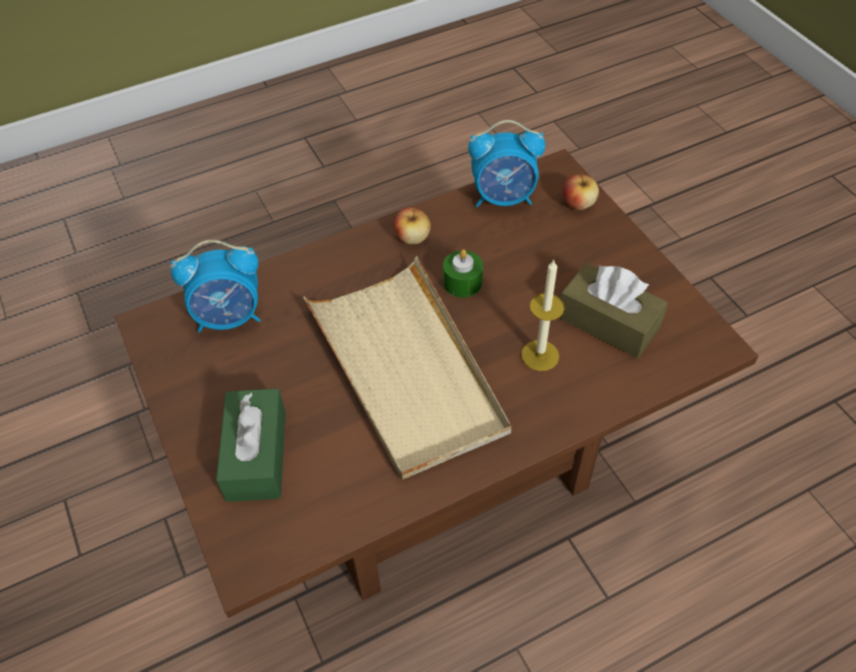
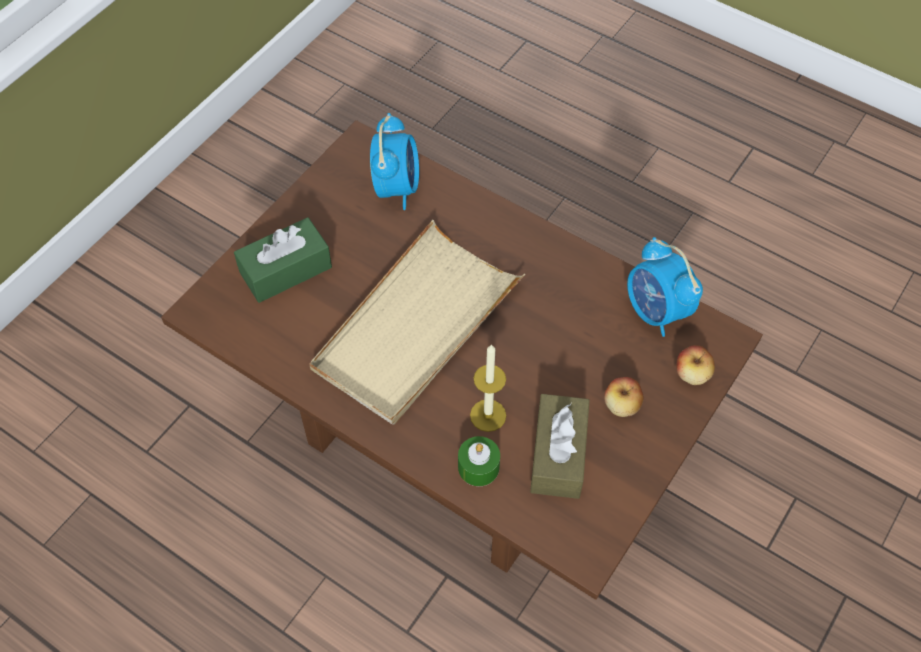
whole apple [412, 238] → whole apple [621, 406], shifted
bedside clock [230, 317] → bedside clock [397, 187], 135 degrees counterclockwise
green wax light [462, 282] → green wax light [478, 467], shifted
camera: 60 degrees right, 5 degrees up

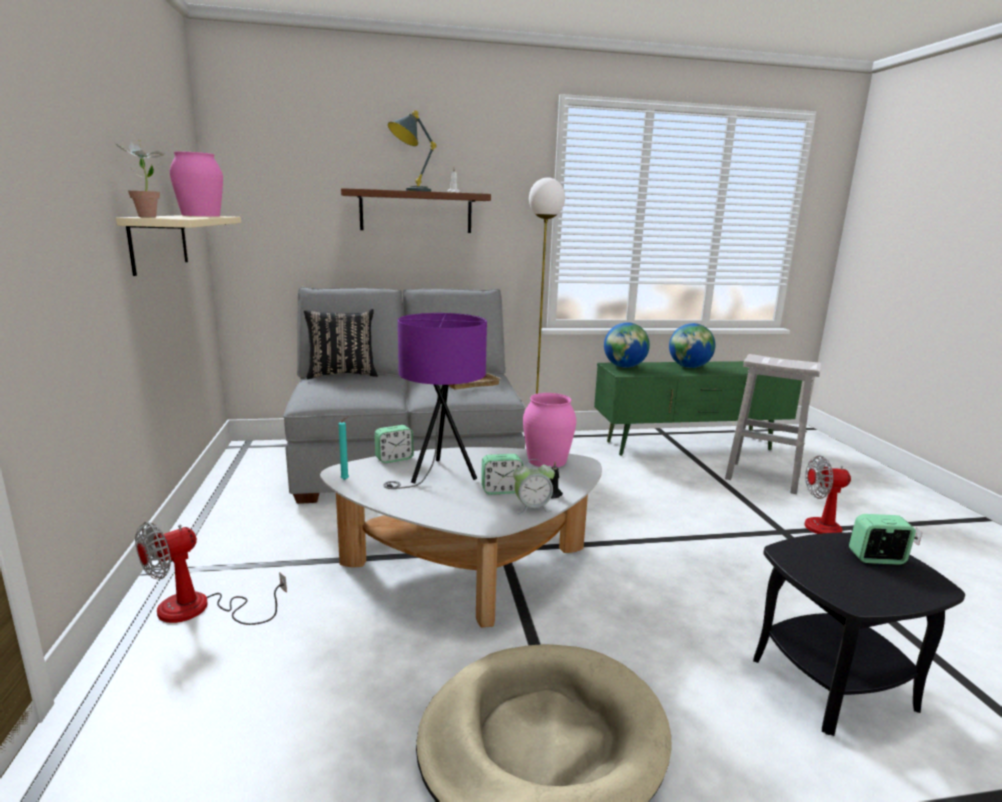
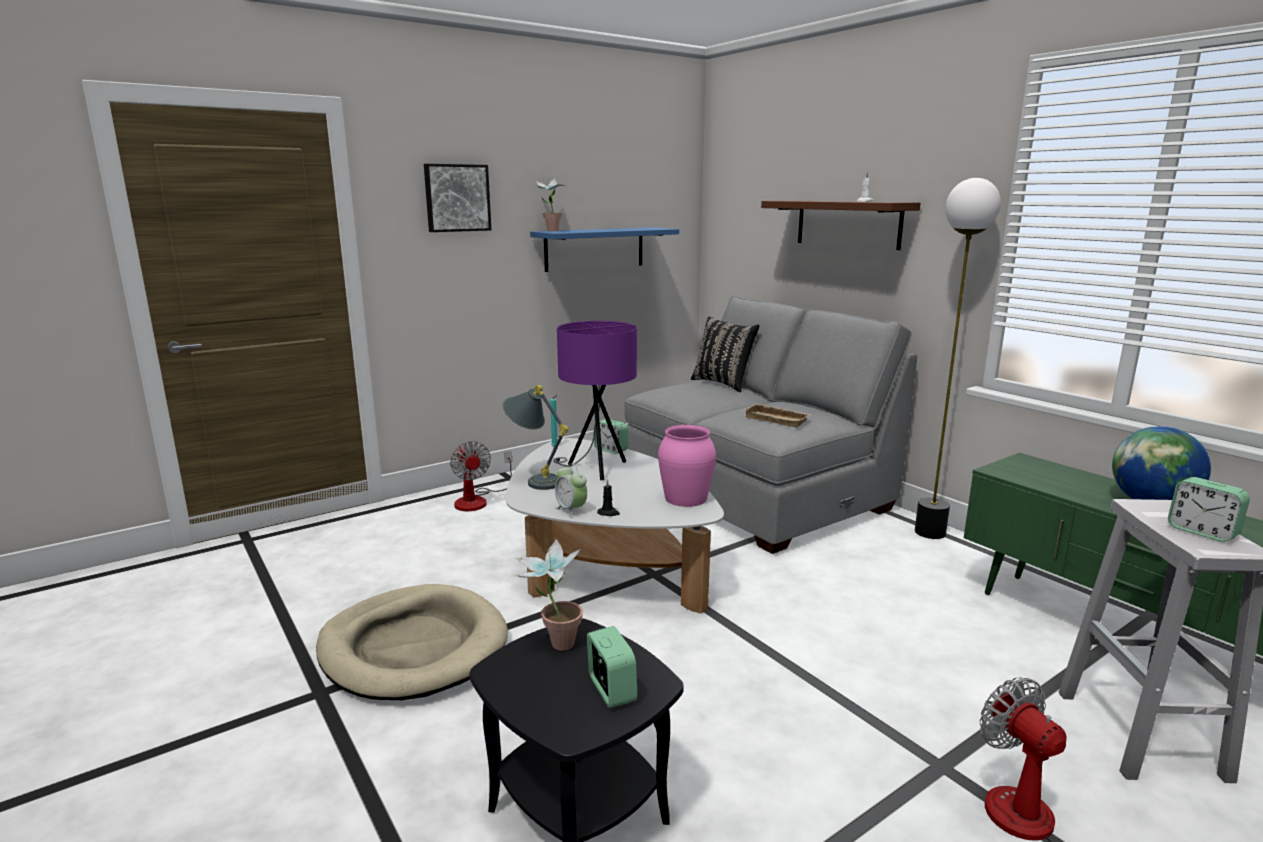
grey tabletop lamp [409, 190] → grey tabletop lamp [534, 480], shifted
pink-coloured decorative vase [200, 215] → -
sand-coloured bracket shelf [159, 242] → blue-coloured bracket shelf [594, 249]
desk globe [624, 367] → -
bedside clock [501, 490] → bedside clock [1202, 531], shifted
fan [199, 610] → fan [478, 500], 135 degrees counterclockwise
- → wall picture [457, 198]
- → potted plant [553, 643]
camera: 65 degrees right, 0 degrees up

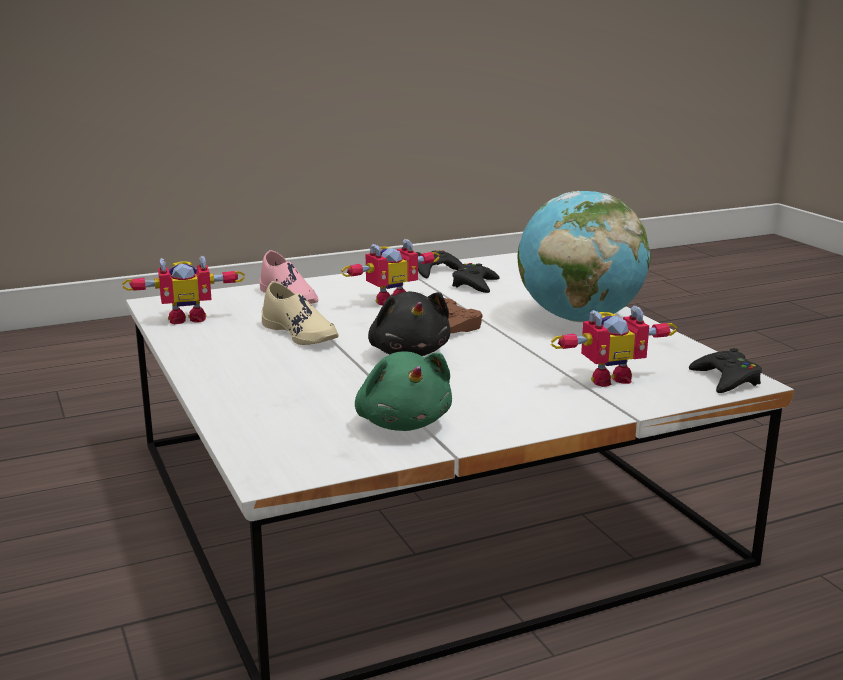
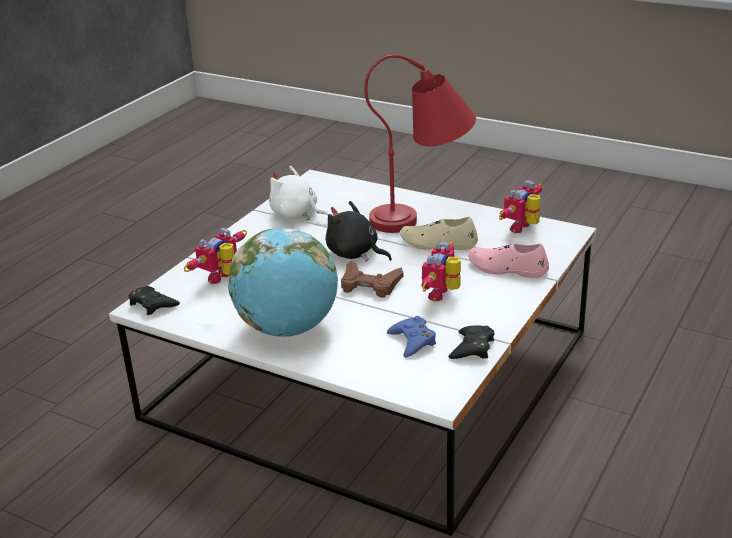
black game controller [475, 284] → blue-coloured game controller [412, 341]
green cuddly toy [403, 422] → whitish cuddly toy [296, 214]
- → red tabletop lamp [424, 216]
camera: 145 degrees right, 10 degrees up

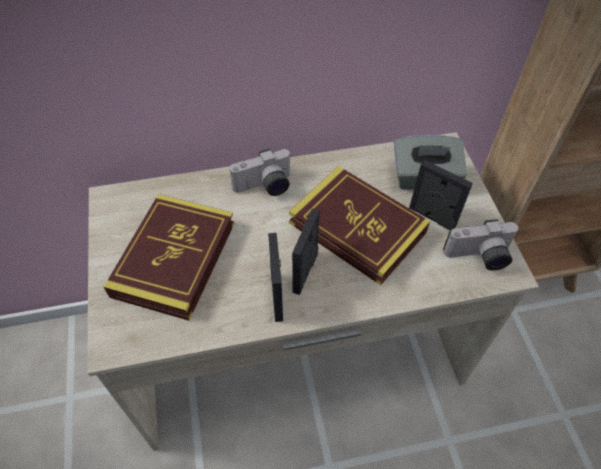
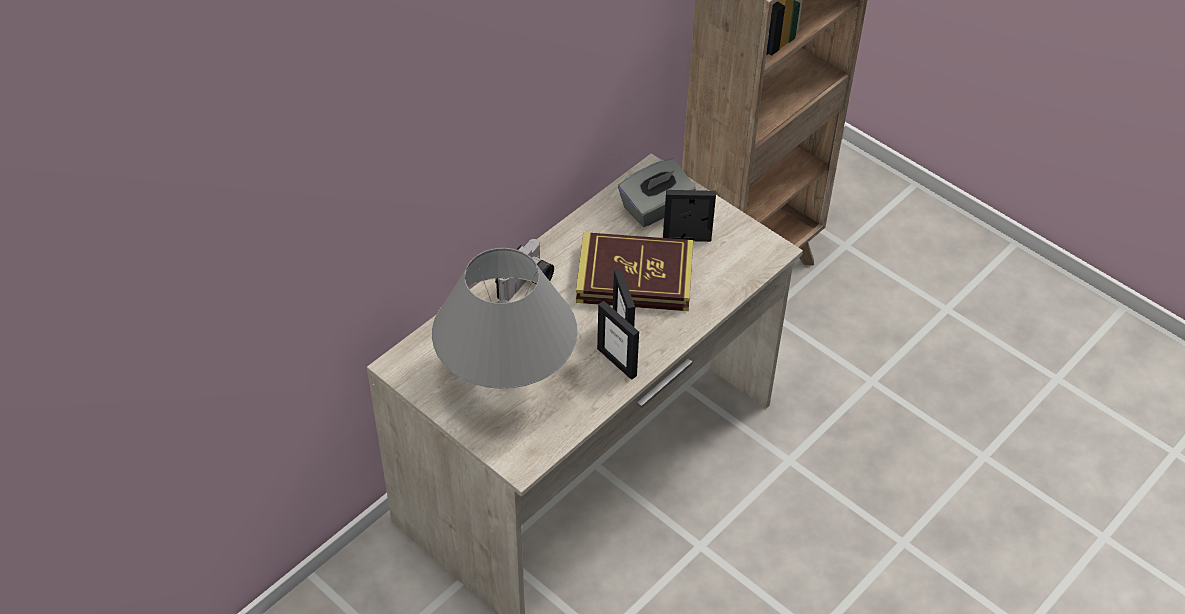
book [174, 259] → grey tabletop lamp [507, 380]
photo camera [479, 257] → -
camera: 35 degrees left, 5 degrees down

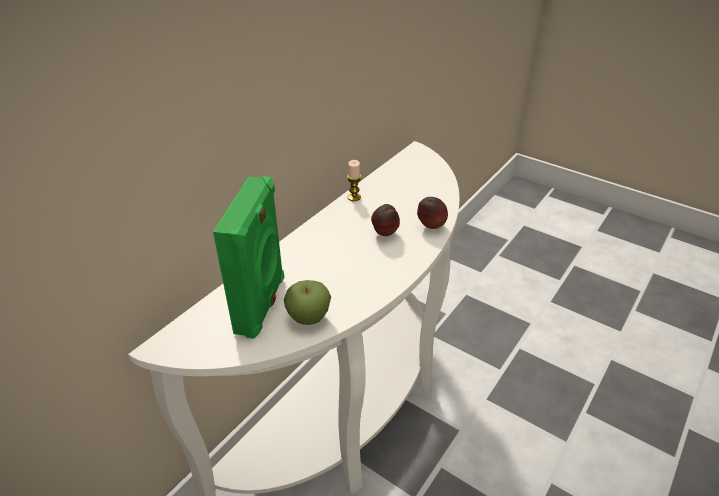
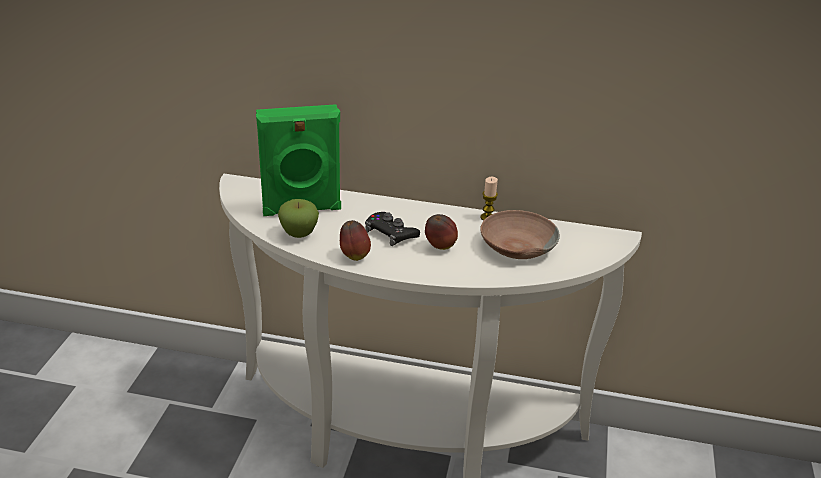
whole apple [431, 227] → whole apple [354, 256], shifted
- → brownish bowl [516, 246]
- → black game controller [391, 233]
camera: 65 degrees right, 5 degrees down

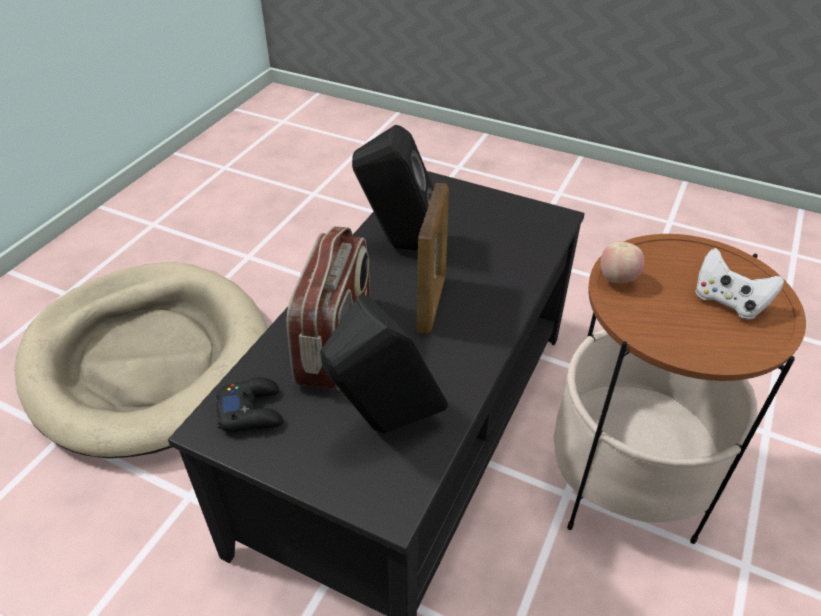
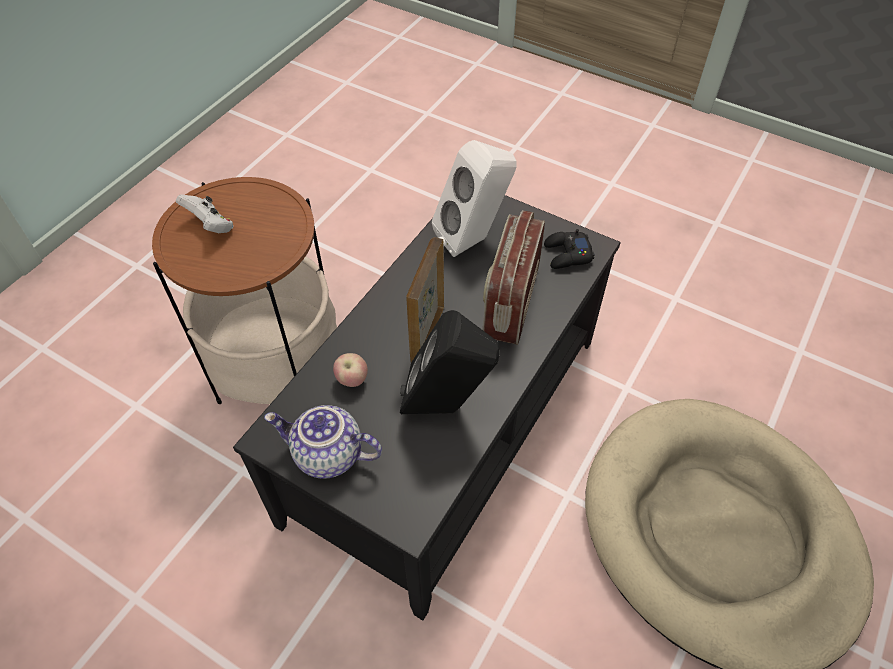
whole apple [617, 279] → whole apple [352, 380], shifted
black audio speaker [384, 426] → whitish audio speaker [474, 239]
- → teapot [327, 456]
camera: 175 degrees left, 10 degrees up

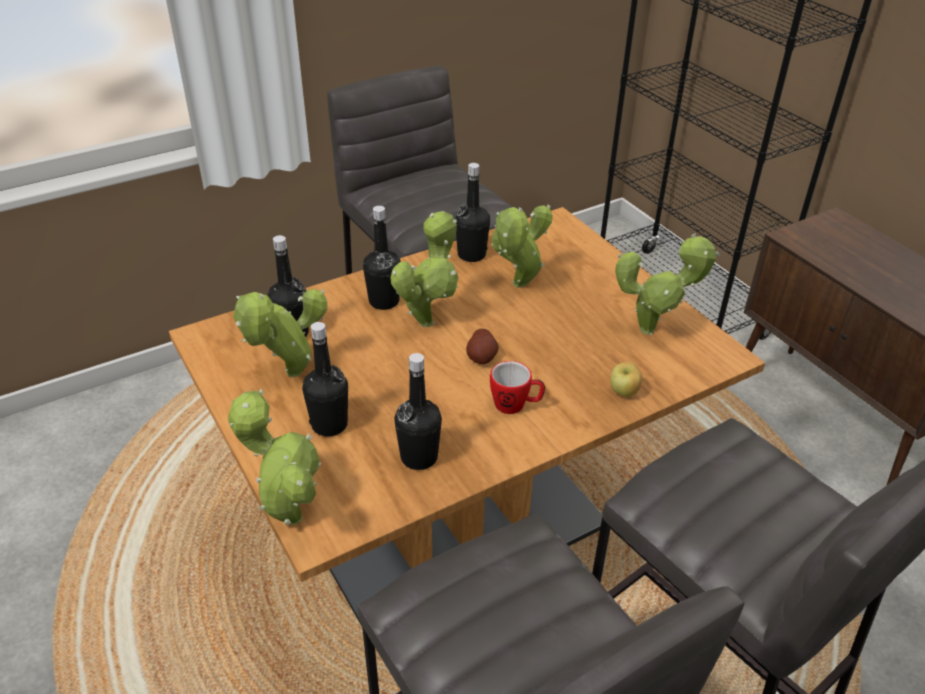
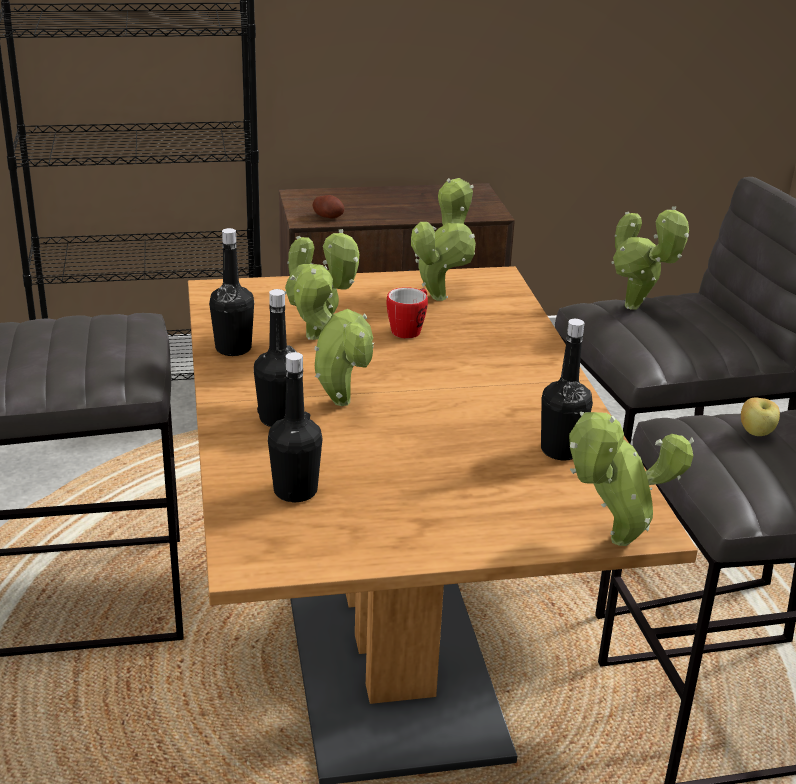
potted plant [289, 376] → potted plant [636, 308], shifted
black bottle [329, 425] → -
spud [482, 357] → spud [328, 217], shifted
tea mug [515, 405] → tea mug [409, 329], shifted
whole apple [624, 392] → whole apple [756, 433], shifted
camera: 70 degrees left, 10 degrees down

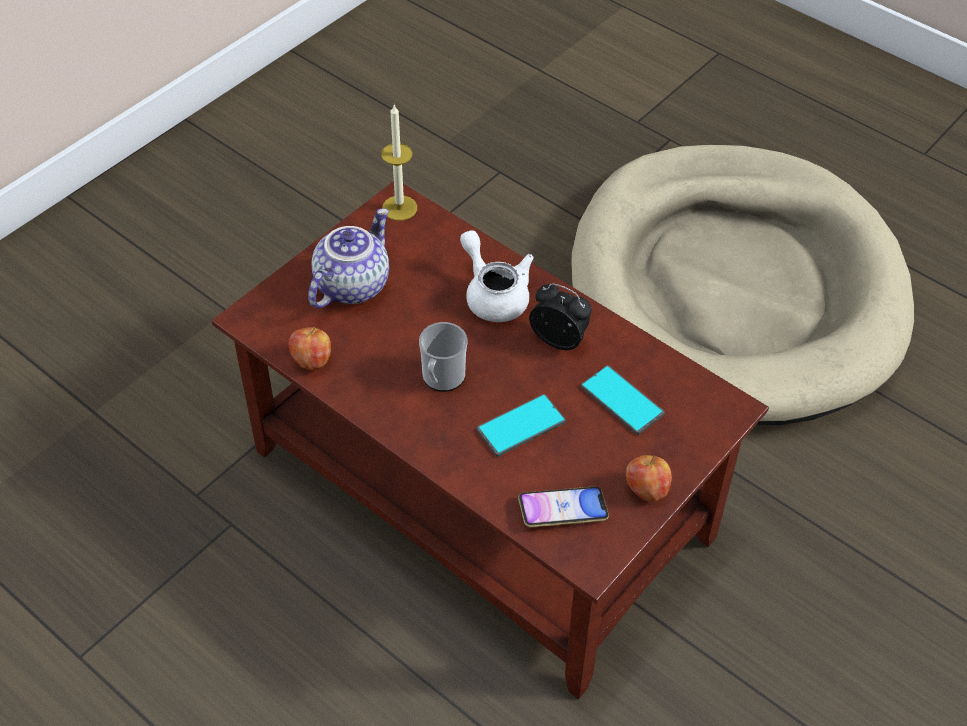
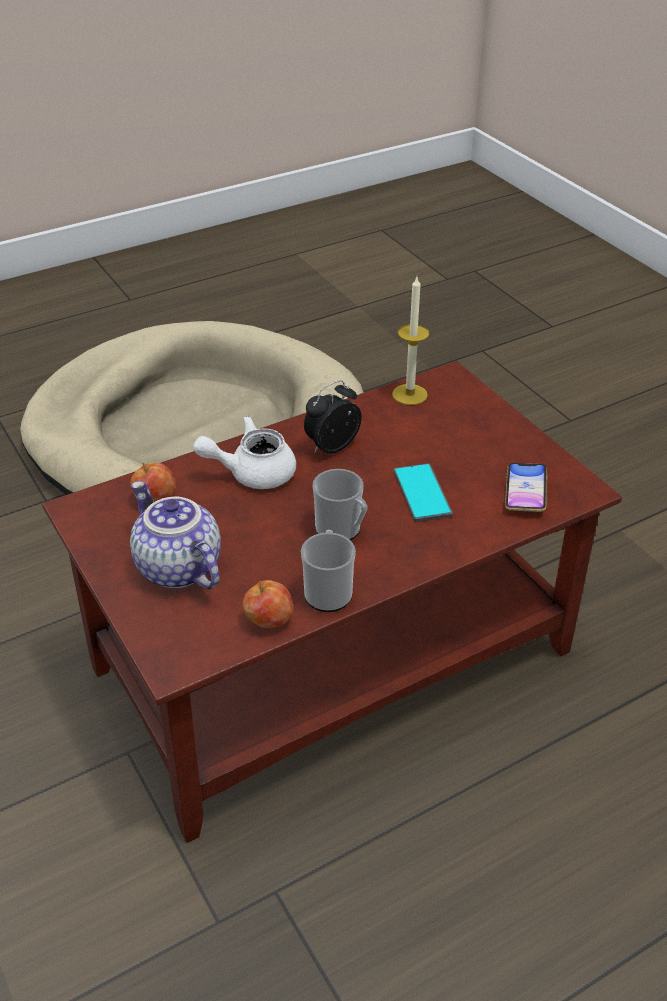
wax light [399, 208] → wax light [409, 394], shifted
phone [622, 400] → -
whole apple [646, 490] → whole apple [155, 500], shifted
- → tea mug [328, 590]
camera: 70 degrees left, 10 degrees down

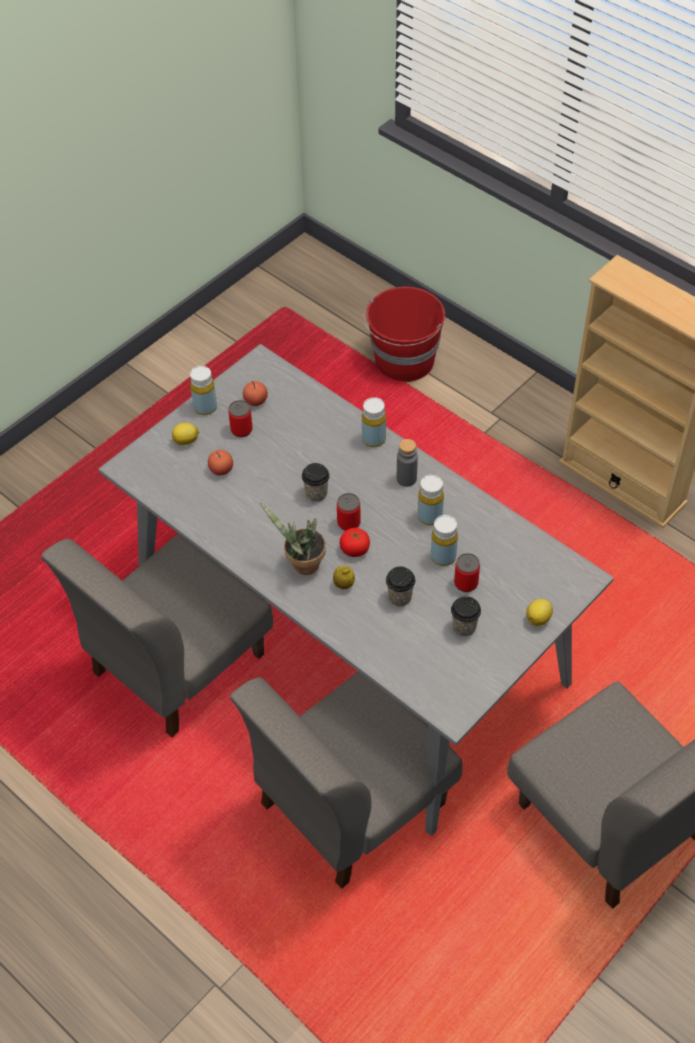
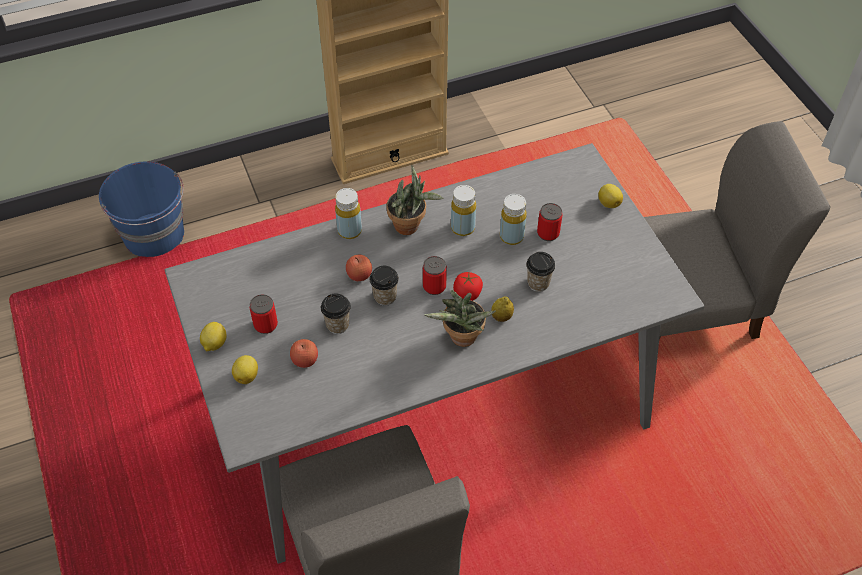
red bucket [404, 361] → blue-coloured bucket [155, 235]
yellow bottle [205, 407] → citrus fruit [214, 344]
whole apple [255, 401] → whole apple [359, 275], shifted
grey bottle [406, 479] → potted plant [410, 226]
cup [464, 627] → cup [337, 325], shifted
grey upright chair [350, 804] → -
camera: 65 degrees left, 0 degrees up

